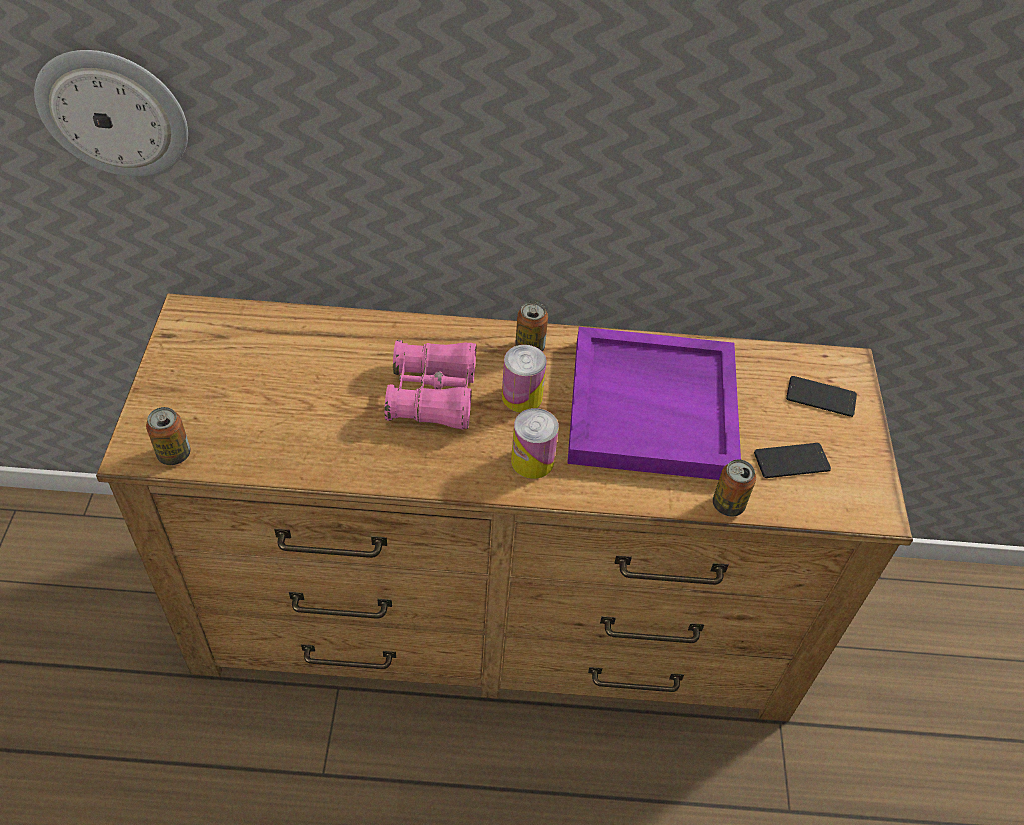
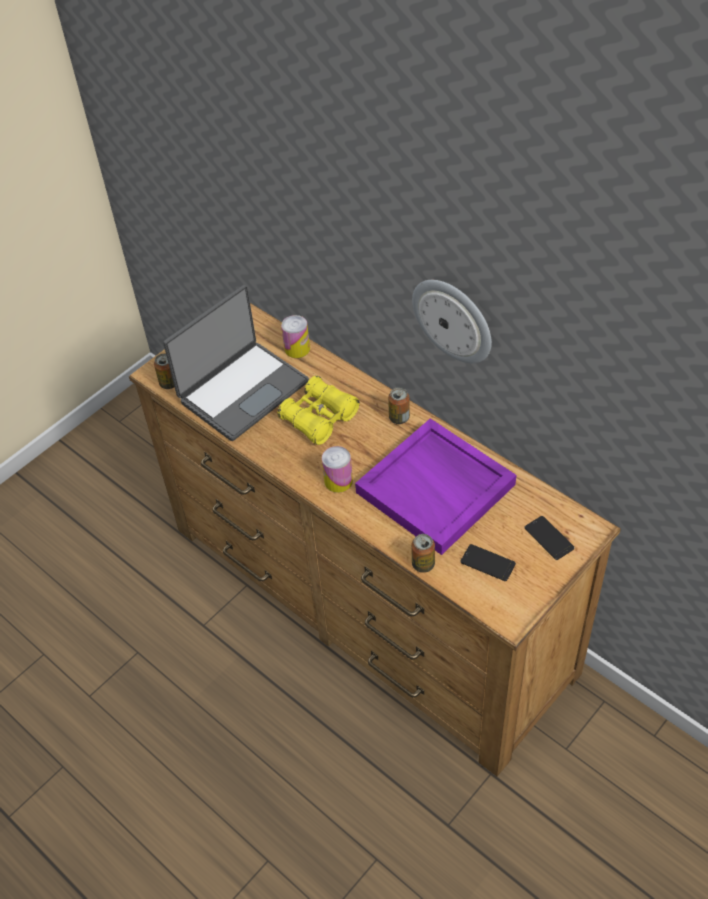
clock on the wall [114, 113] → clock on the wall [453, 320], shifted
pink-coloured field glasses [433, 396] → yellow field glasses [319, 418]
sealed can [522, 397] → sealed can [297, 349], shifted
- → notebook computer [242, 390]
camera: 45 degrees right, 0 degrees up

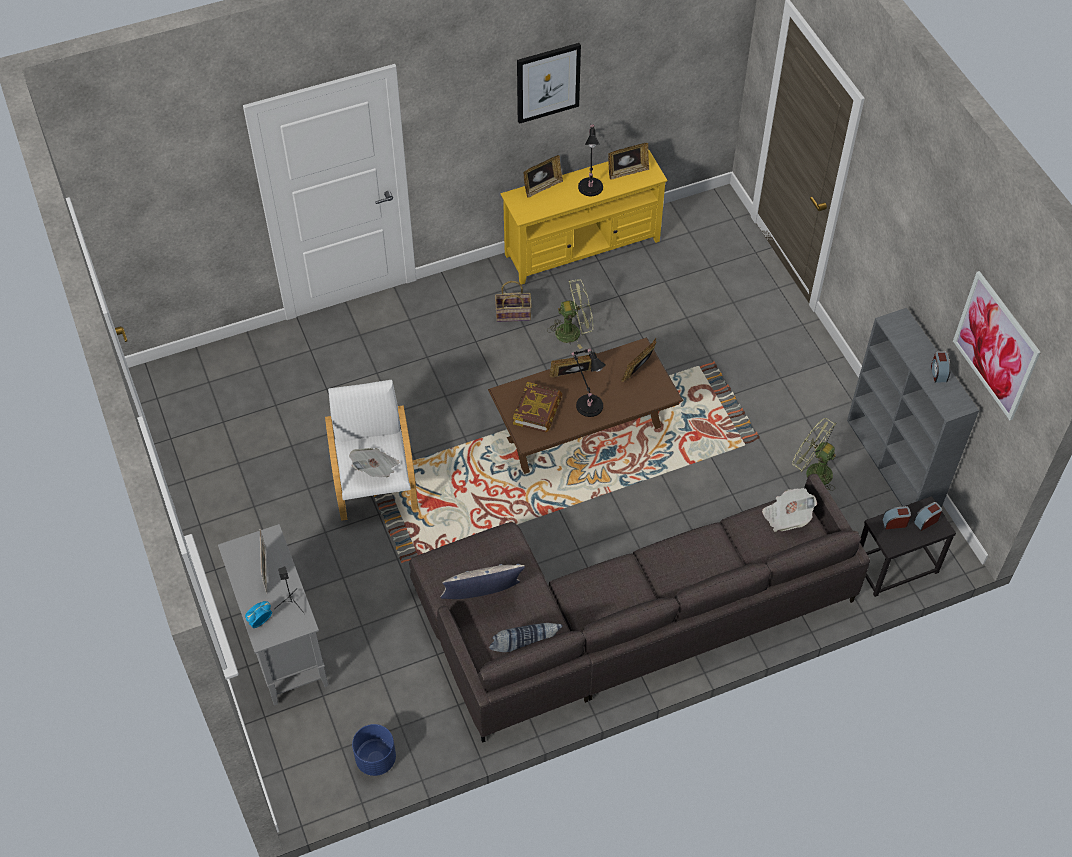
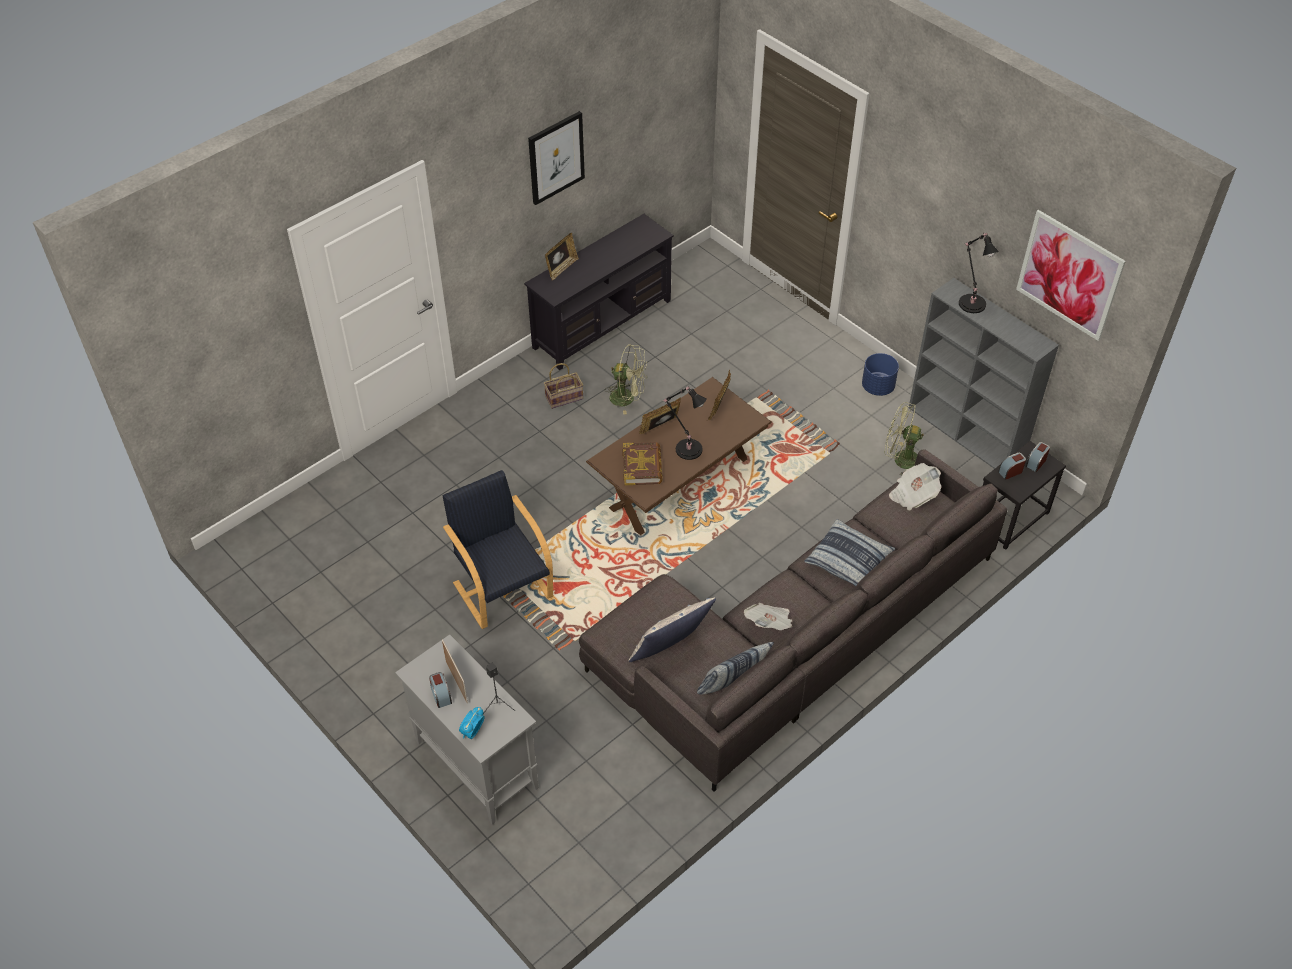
black tabletop lamp [590, 185] → black tabletop lamp [971, 302], shifted
standing frame [627, 172] → -
yellow tv unit [582, 248] → black tv unit [602, 324]
green fan [573, 331] → green fan [628, 398], 45 degrees clockwise
bedside clock [938, 373] → bedside clock [441, 695], shifted
whitish lounge chair [376, 487] → black lounge chair [502, 588]
newspaper [376, 469] → newspaper [769, 624], shifted
blue-coloured plant pot [375, 759] → blue-coloured plant pot [877, 387], shifted
- → pillow [848, 561]
camera: 20 degrees left, 5 degrees down

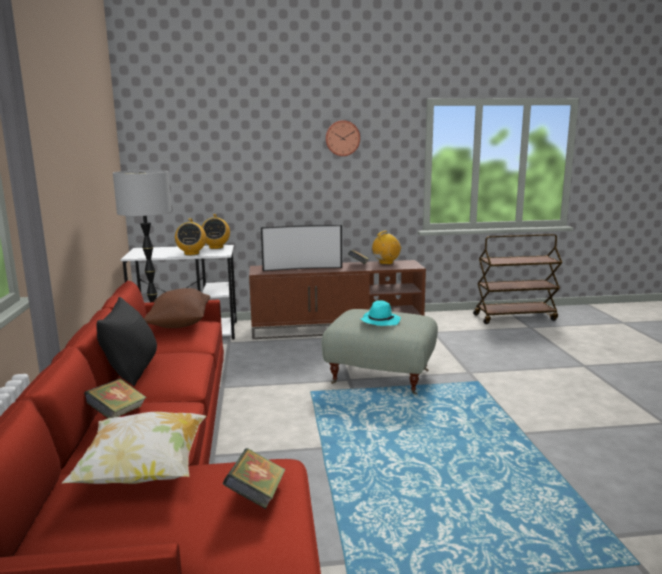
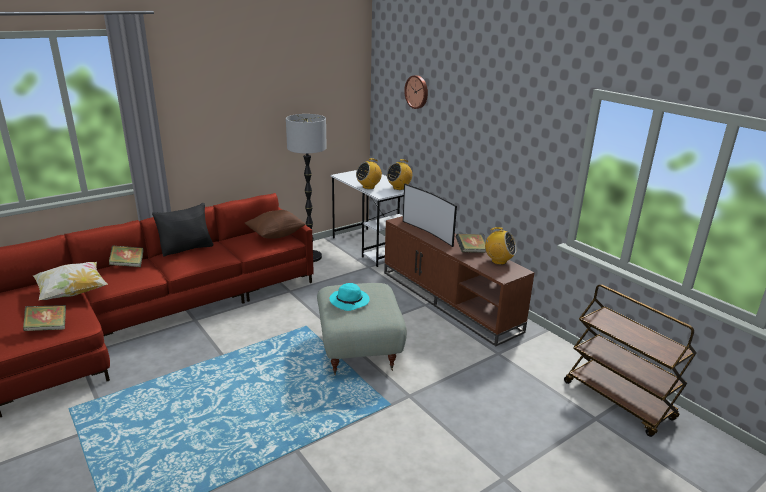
clock on the wall [342, 138] → clock on the wall [417, 92], shifted
camera: 60 degrees right, 10 degrees up

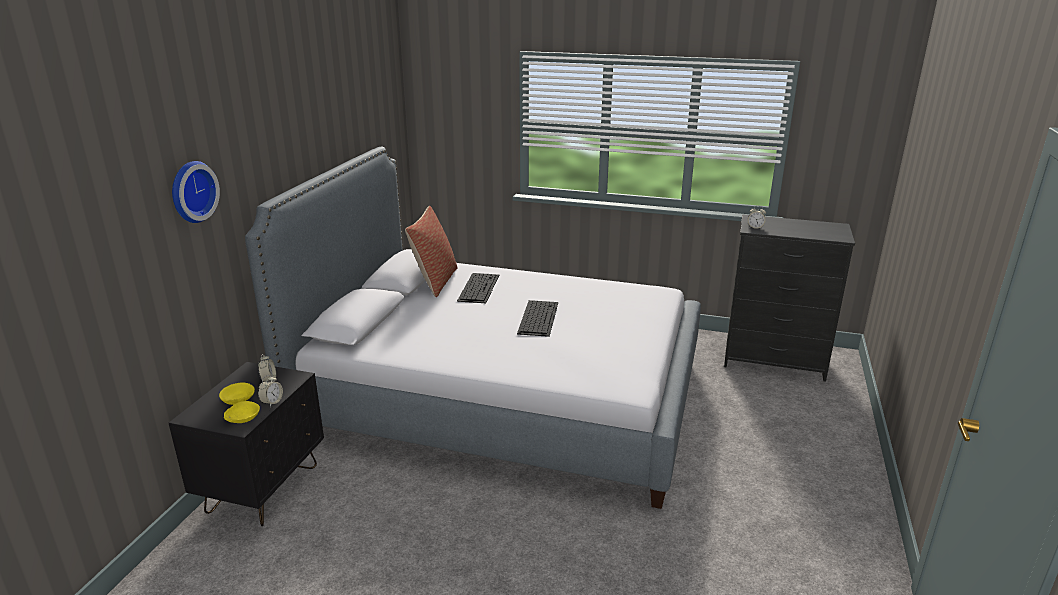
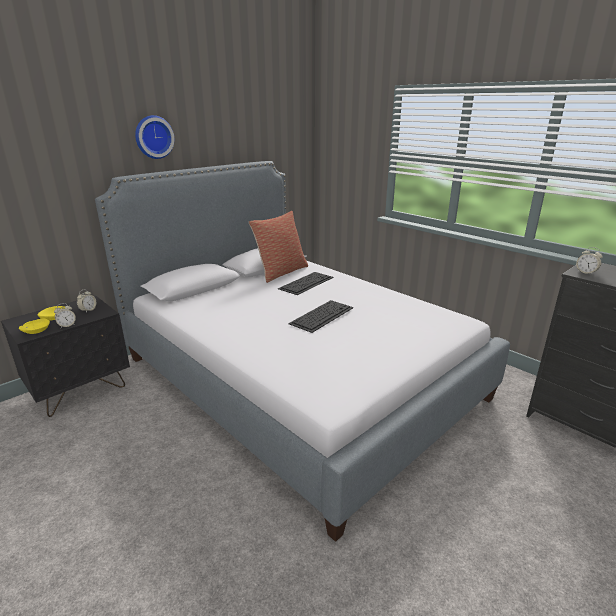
clock on the wall [191, 191] → clock on the wall [153, 137], shifted
camera: 30 degrees right, 0 degrees up

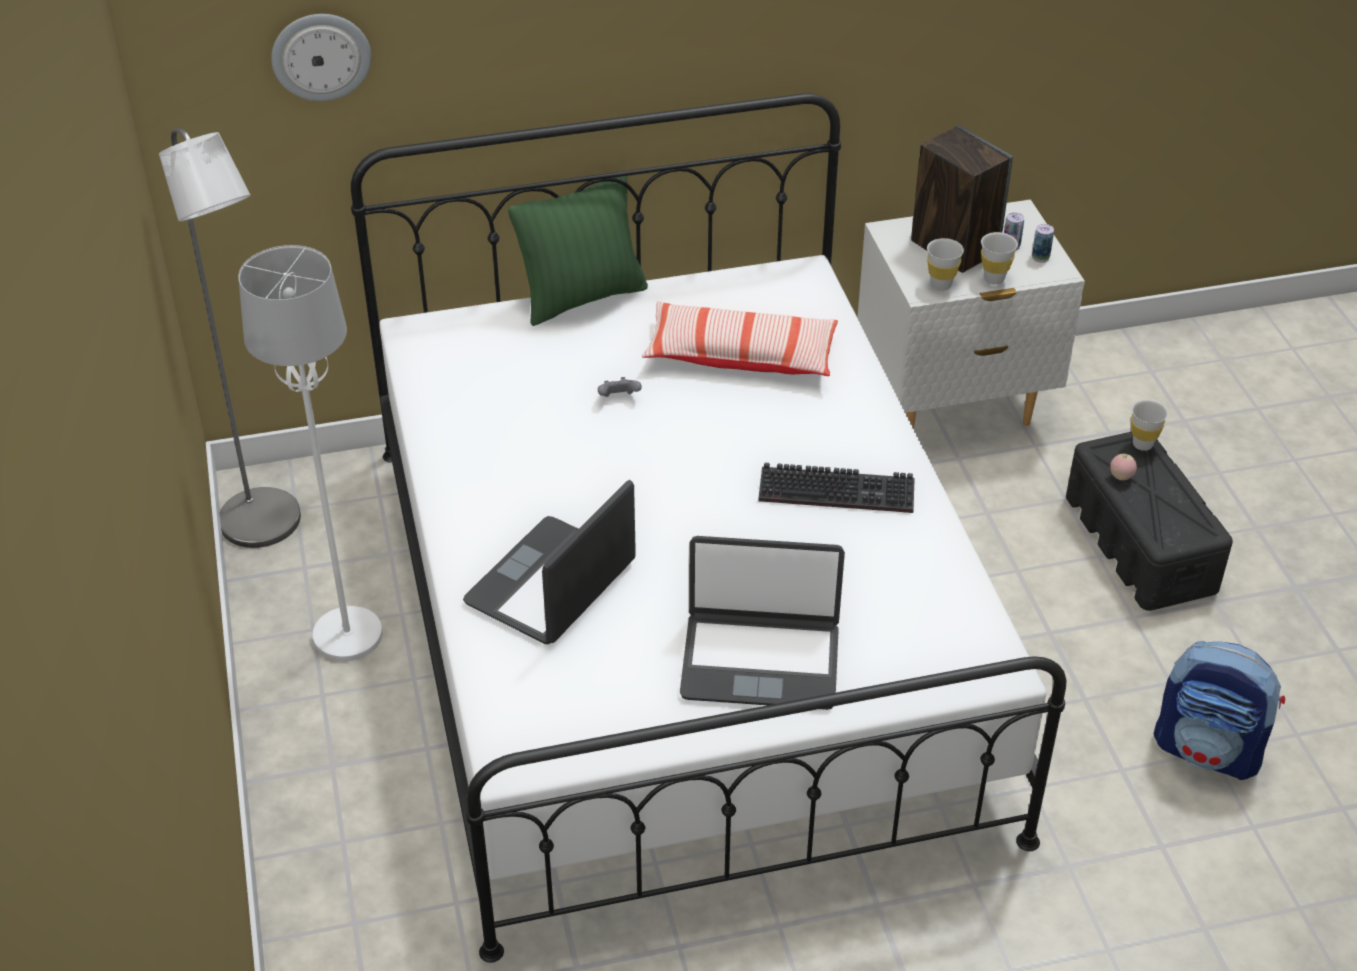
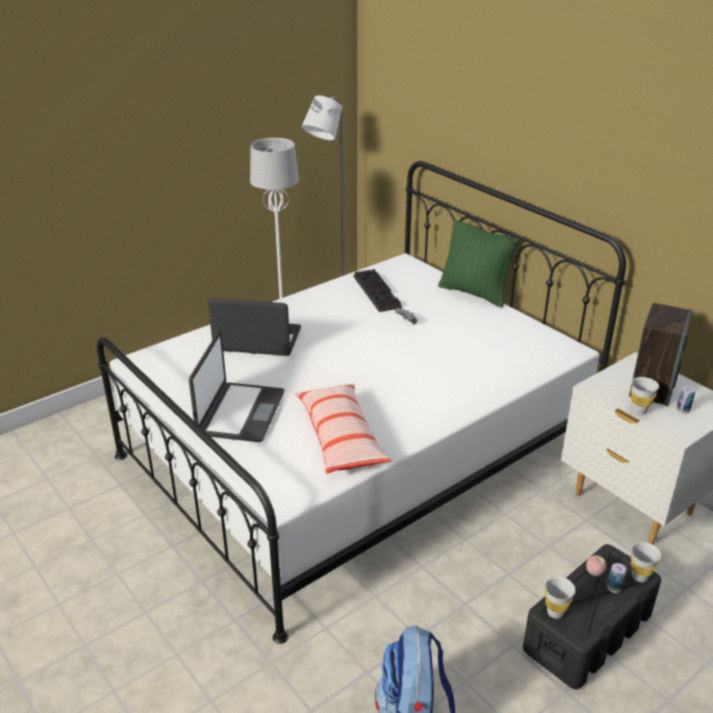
clock on the wall [321, 56] → -
sealed can [1040, 257] → sealed can [614, 588], shifted
whitish cup [941, 285] → whitish cup [555, 612], shifted
pillow [740, 355] → pillow [341, 438], shifted
PC keyboard [839, 489] → PC keyboard [378, 292], shifted
notebook computer [760, 660] → notebook computer [240, 413], 150 degrees counterclockwise
camera: 65 degrees right, 10 degrees down

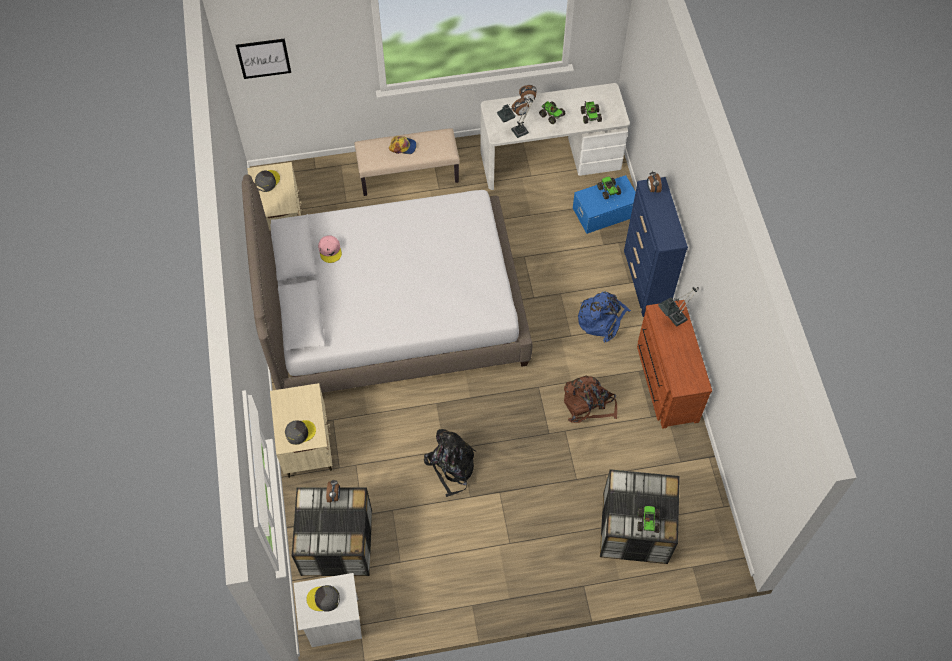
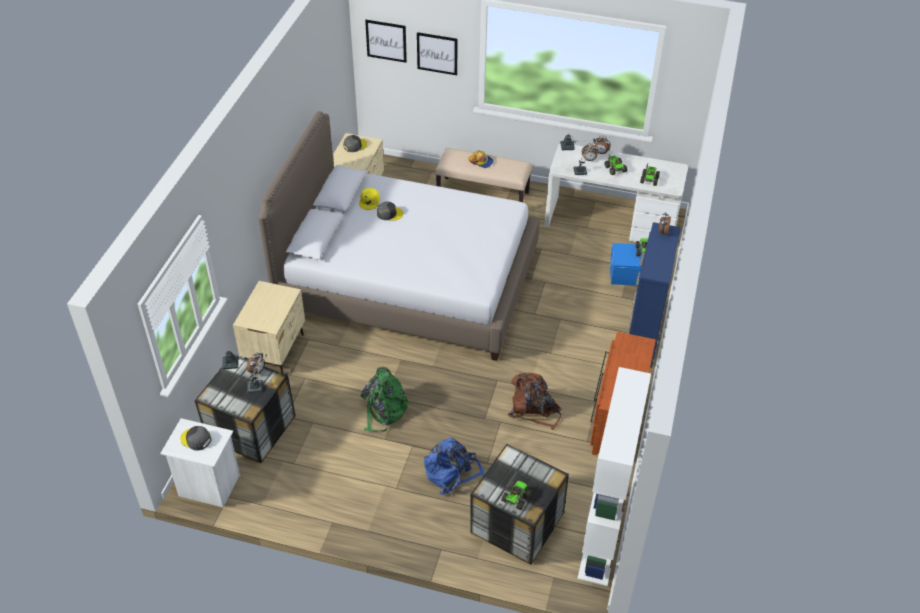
pink-coloured baseball cap [330, 250] → yellow baseball cap [369, 201]
tabletop lamp [674, 320] → tabletop lamp [250, 387], shifted
blue-coloured rucksack [601, 319] → blue-coloured rucksack [451, 472], shifted
grey baseball cap [300, 432] → grey baseball cap [389, 213], shifted
black rucksack [451, 466] → green rucksack [383, 410]
- → wall picture [437, 53]
- → whitish bookshelf [602, 537]
camera: 25 degrees right, 15 degrees down

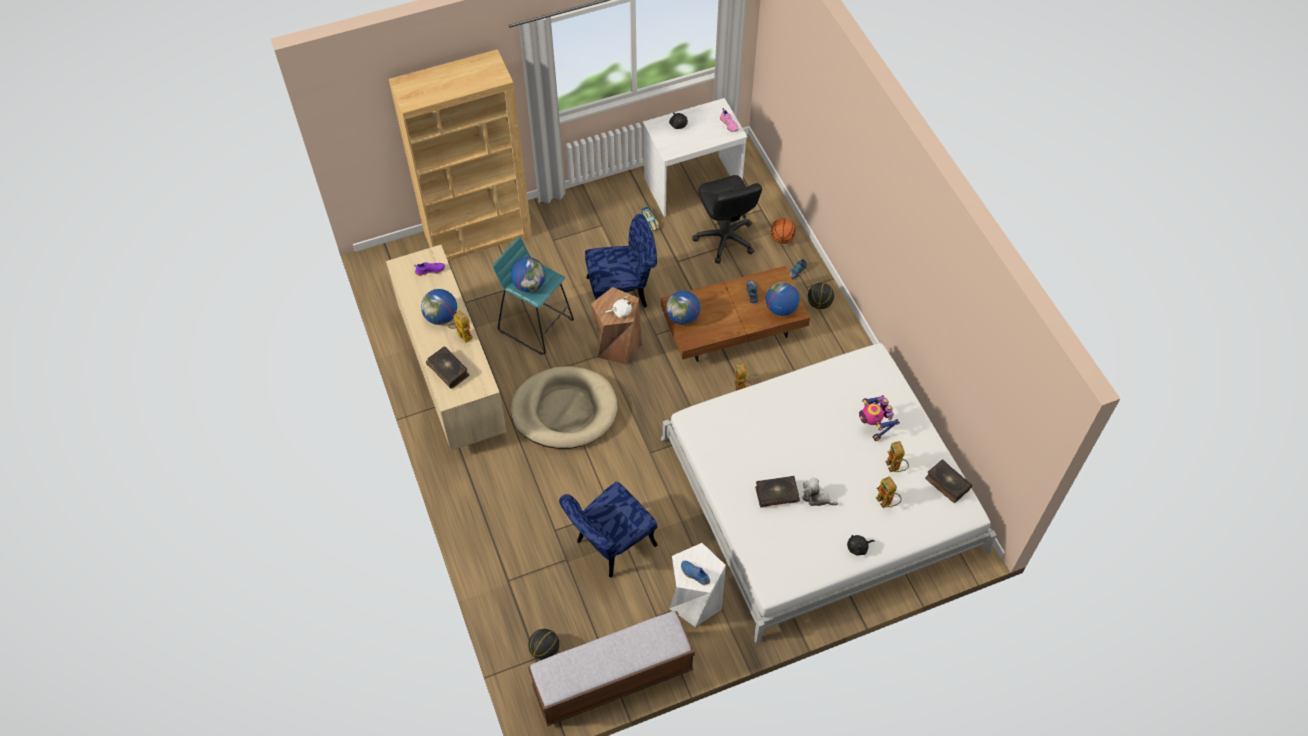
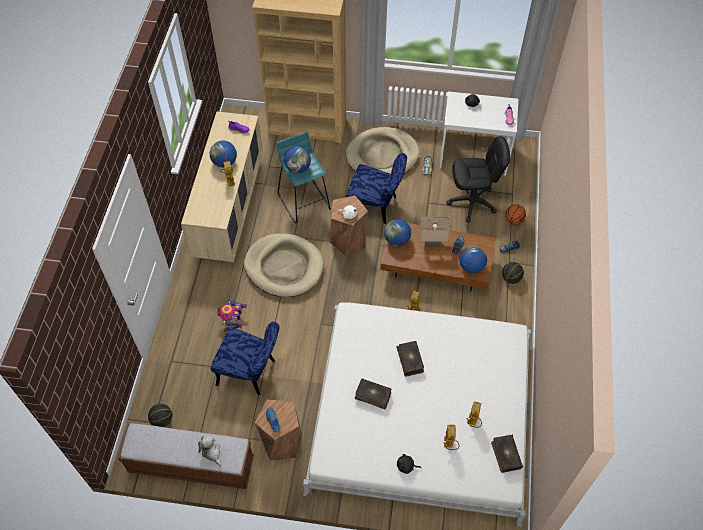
black office chair [725, 239] → black office chair [472, 202], 105 degrees counterclockwise
book [448, 370] → book [410, 360], shifted
robot figure [873, 425] → robot figure [233, 322], shifted
cuddly toy [817, 497] → cuddly toy [211, 452], shifted
blue-coloured upright chair [610, 546] → blue-coloured upright chair [251, 373], 150 degrees counterclockwise
whitish stool [695, 601] → brownish stool [282, 442]
- → sand-coloured dog cushion [382, 156]
- → sand-coloured tabletop lamp [432, 244]
camera: 30 degrees right, 0 degrees up

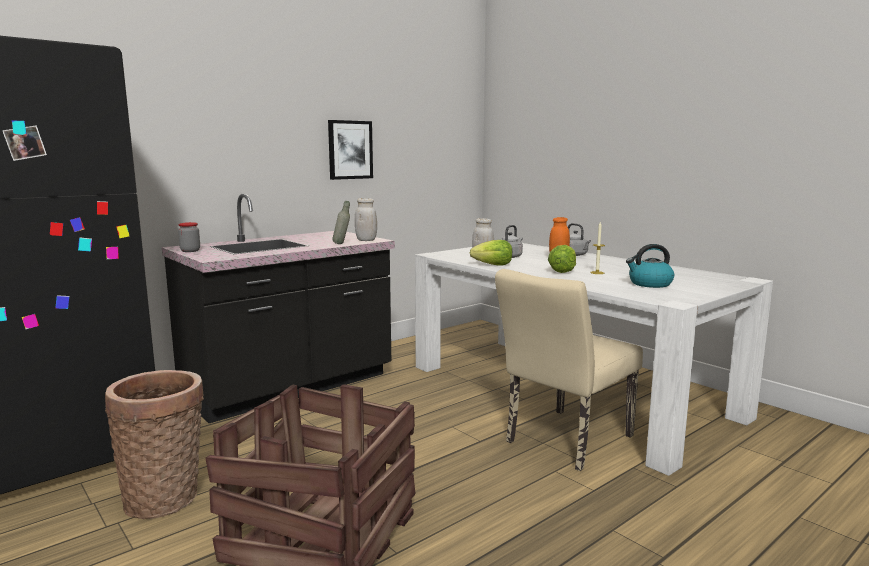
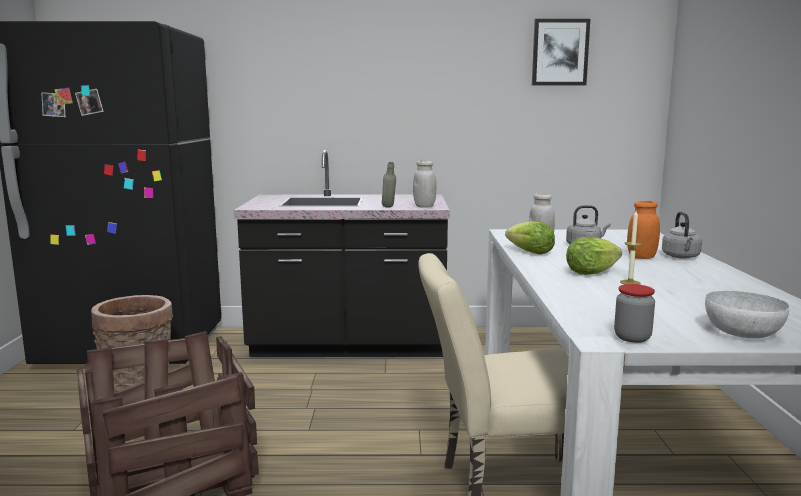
wall picture [350, 150] → wall picture [560, 52], shifted
storage jar [190, 251] → storage jar [632, 338], shifted
tea kettle [649, 284] → -
- → whitish bowl [741, 333]
camera: 40 degrees right, 0 degrees up

